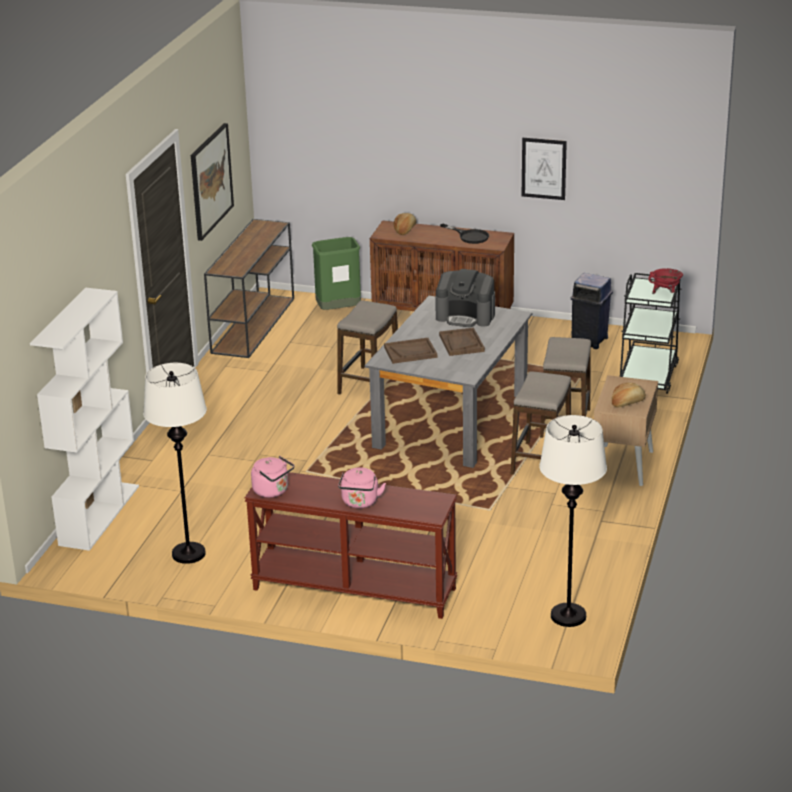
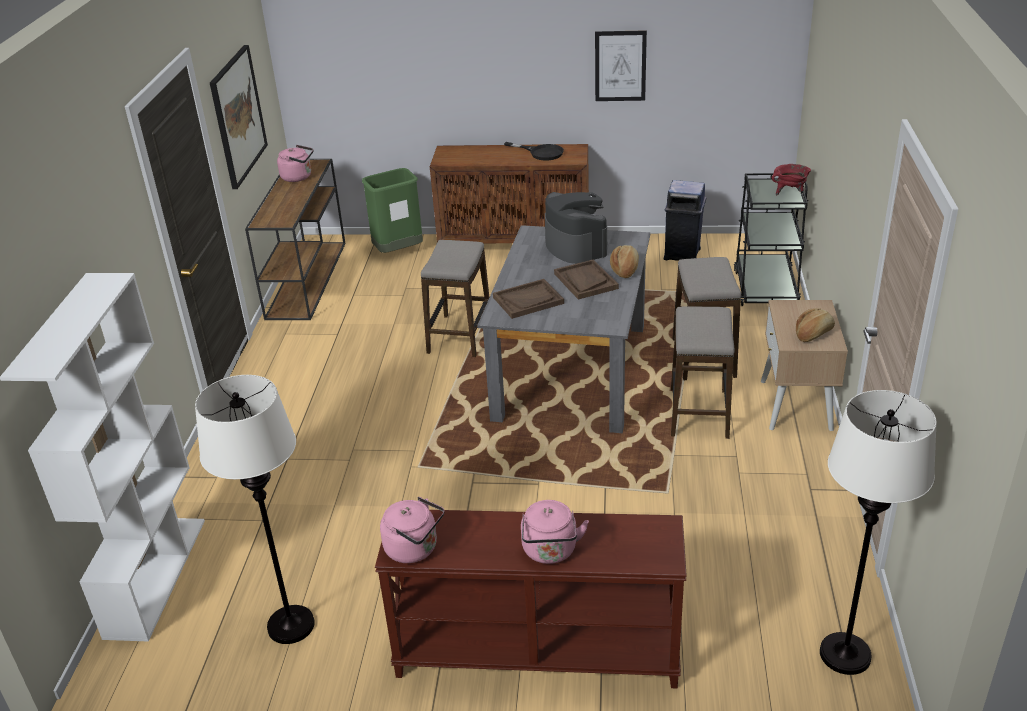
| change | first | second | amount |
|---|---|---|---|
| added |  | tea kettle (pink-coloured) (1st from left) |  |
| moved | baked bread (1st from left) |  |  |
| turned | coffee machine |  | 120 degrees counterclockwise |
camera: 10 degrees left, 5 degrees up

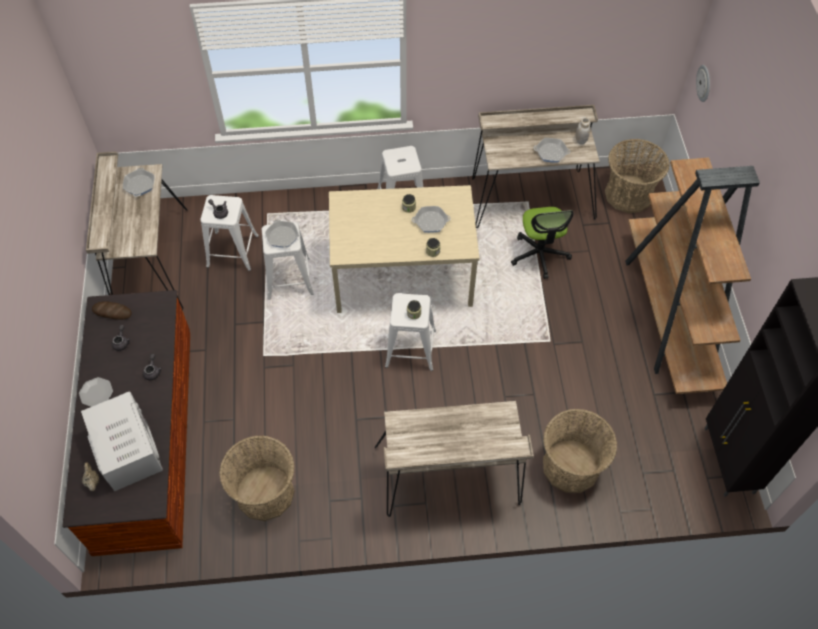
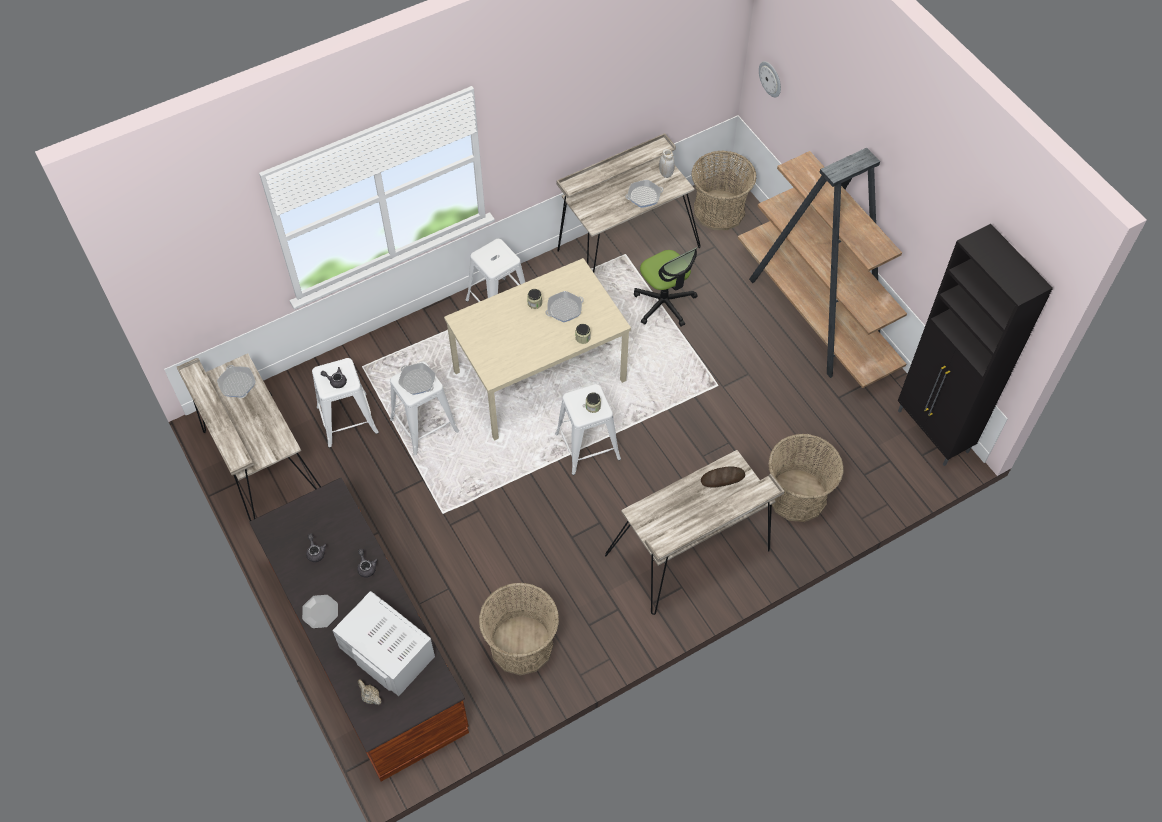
| change | first | second | amount |
|---|---|---|---|
| moved | baked bread |  |  |
camera: 25 degrees left, 0 degrees up

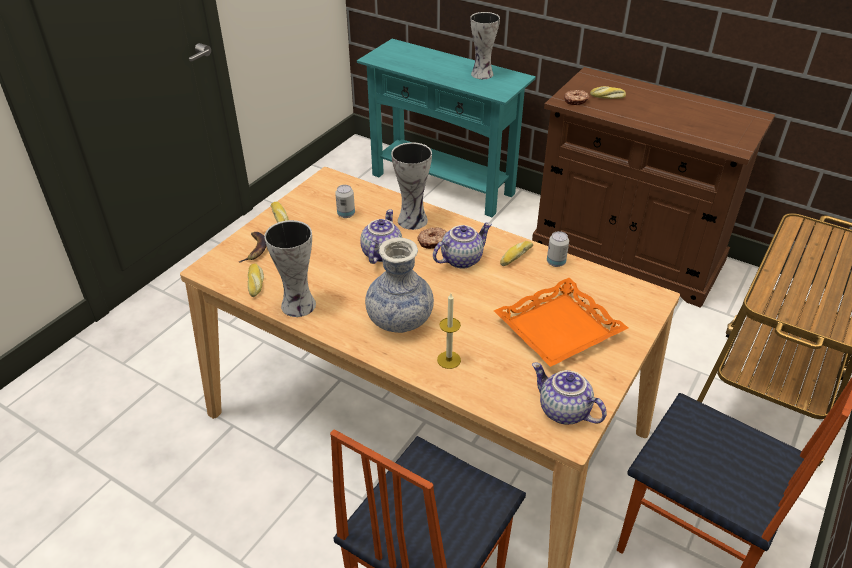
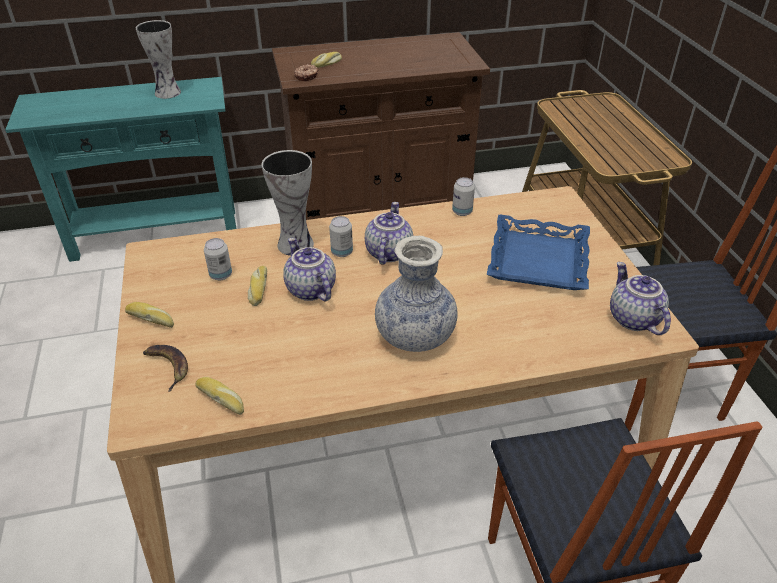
| change | first | second | amount |
|---|---|---|---|
| removed | vase (1st from left) |  |  |
| removed | wax candle |  |  |
| moved | baked bread (3rd from left) |  |  |
| replaced | ring doughnut (1st from left) | can (2nd from left) |  |
| recoloured | tray (orange) | tray (blue) |  |
| turned | pot for tea (3rd from left) |  | 75 degrees clockwise |
camera: 45 degrees left, 0 degrees up

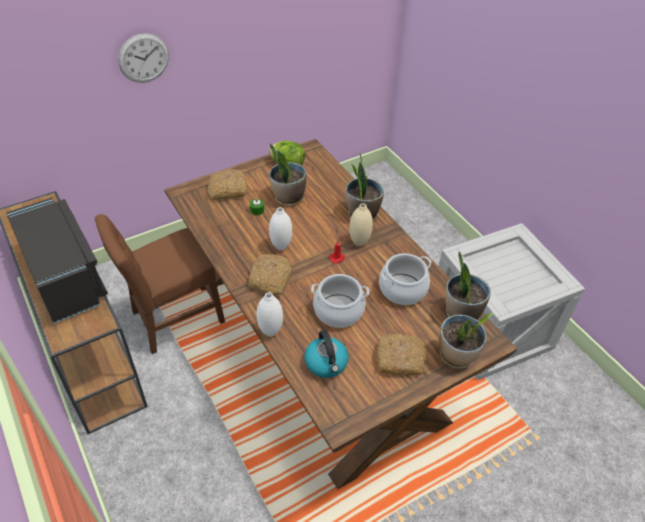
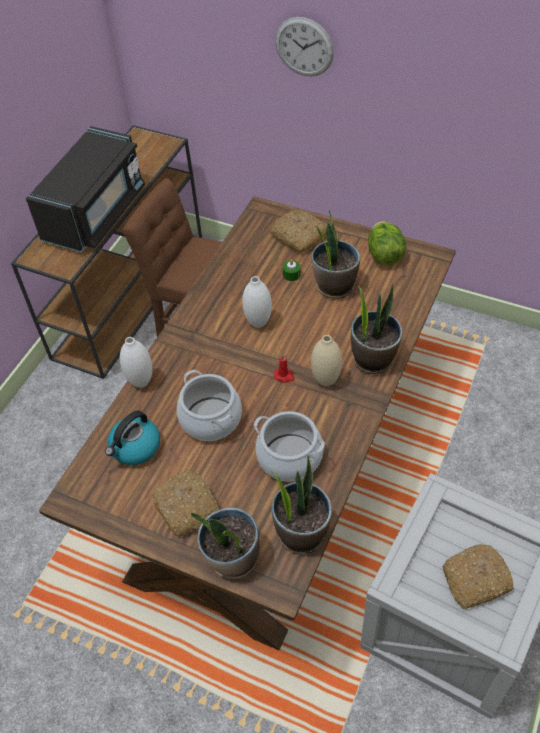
| change | first | second | amount |
|---|---|---|---|
| moved | baked bread (2nd from left in the first image) | baked bread (3rd from left) |  |
camera: 60 degrees right, 5 degrees up

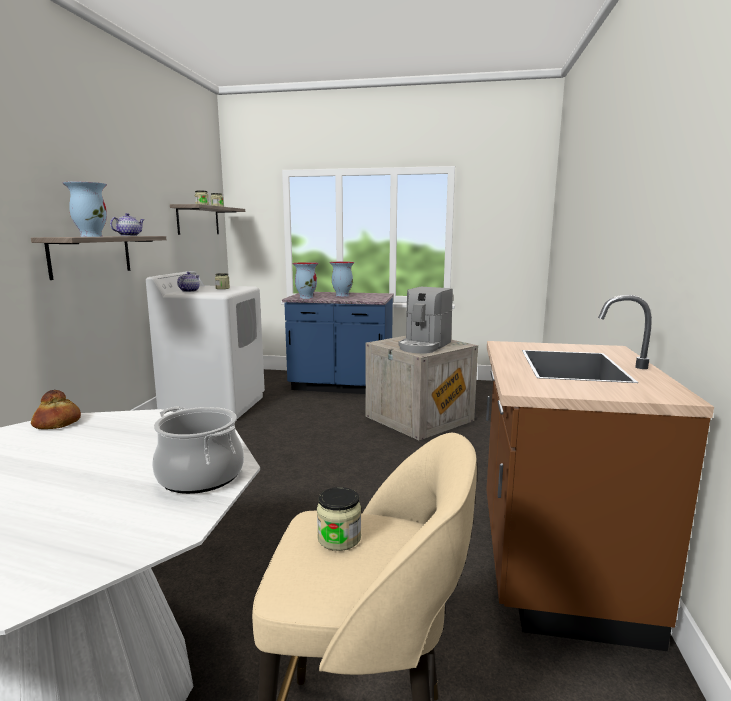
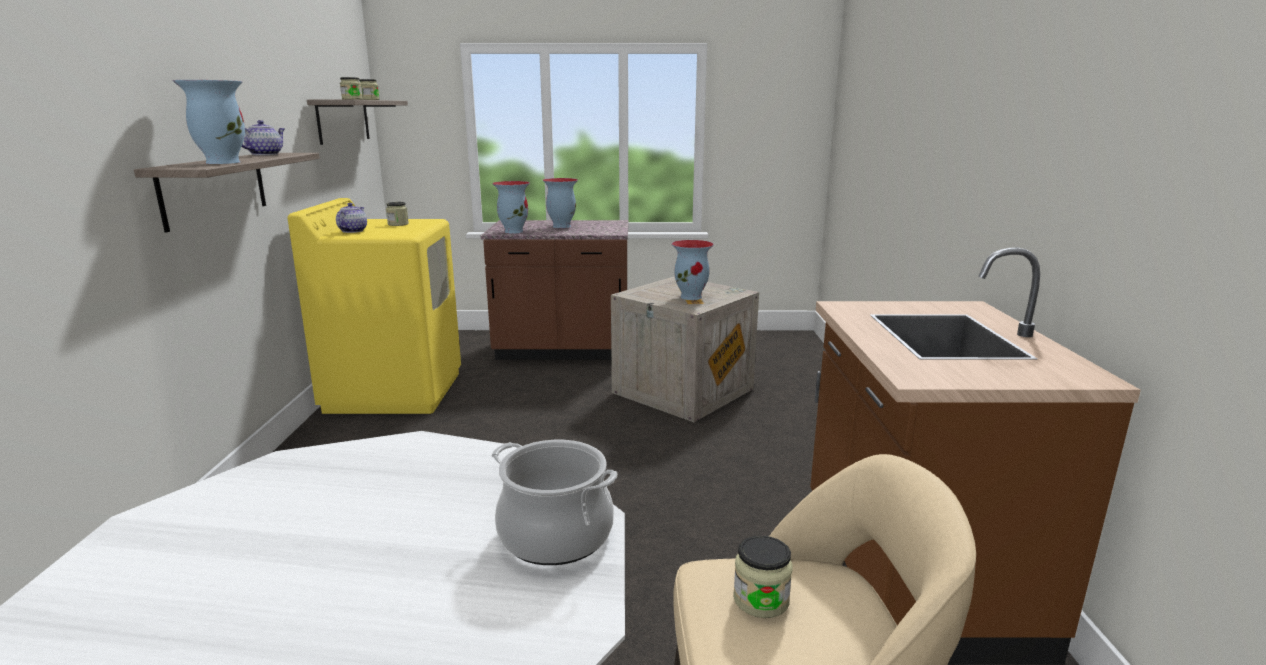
| change | first | second | amount |
|---|---|---|---|
| removed | baked bread |  |  |
| replaced | coffee machine | vase (4th from left) |  |
| recoloured | laundry appliance (white) | laundry appliance (yellowish) |  |
| recoloured | counter (blue) | counter (brown-coloured) (1st from left) |  |
camera: 10 degrees left, 5 degrees up

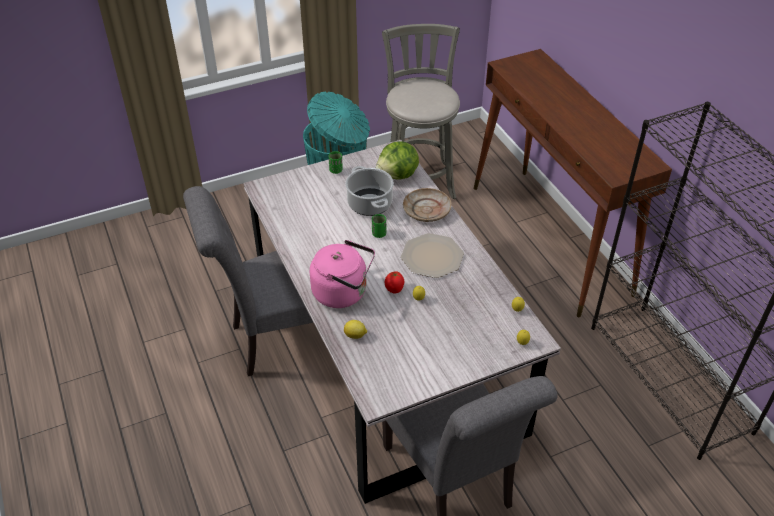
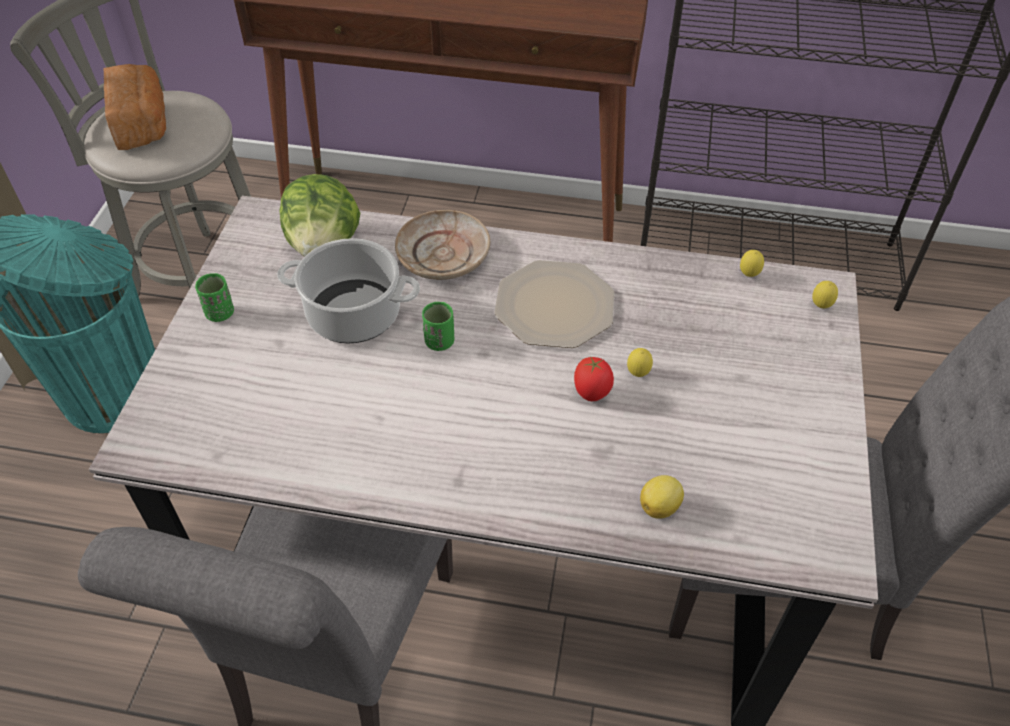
| change | first | second | amount |
|---|---|---|---|
| removed | tea kettle (pink-coloured) |  |  |
| added |  | baked bread |  |
camera: 55 degrees left, 5 degrees up

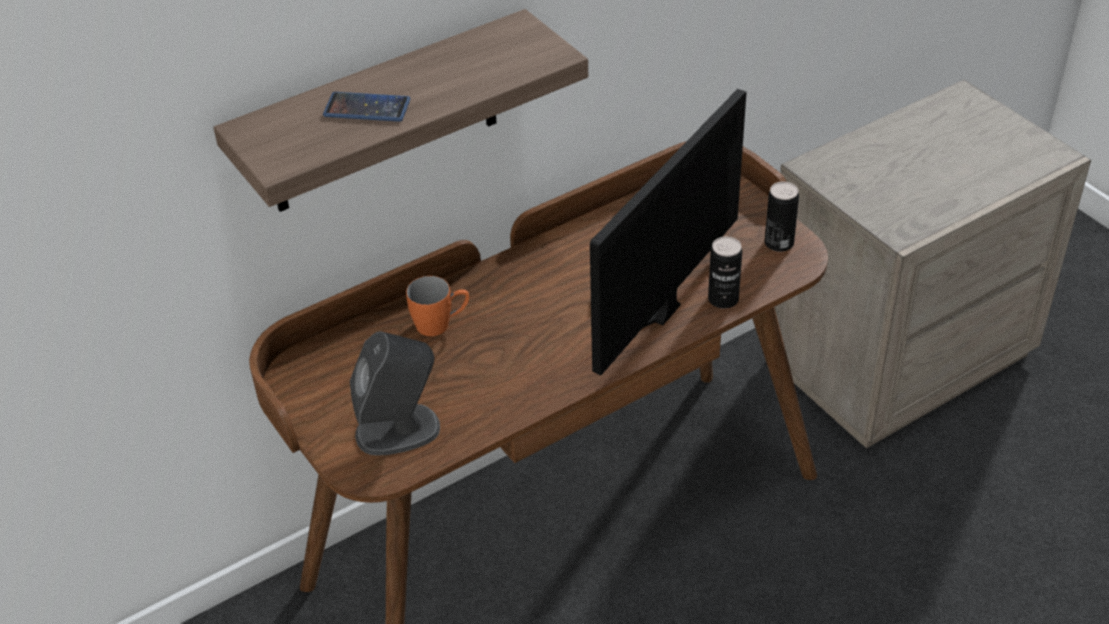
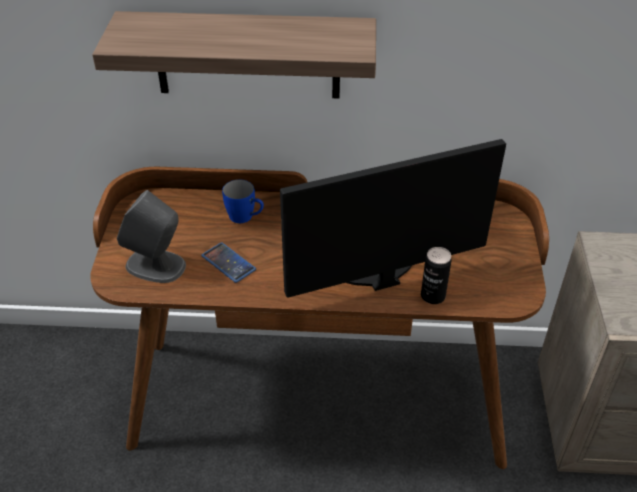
| change | first | second | amount |
|---|---|---|---|
| removed | can (2nd from left) |  |  |
| moved | handset |  |  |
| recoloured | tea mug (orange) | tea mug (blue) |  |
camera: 35 degrees right, 0 degrees up

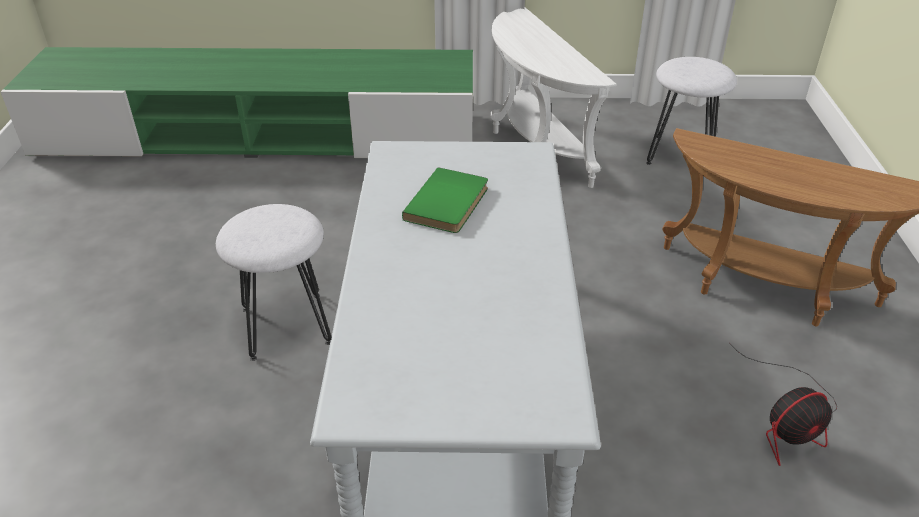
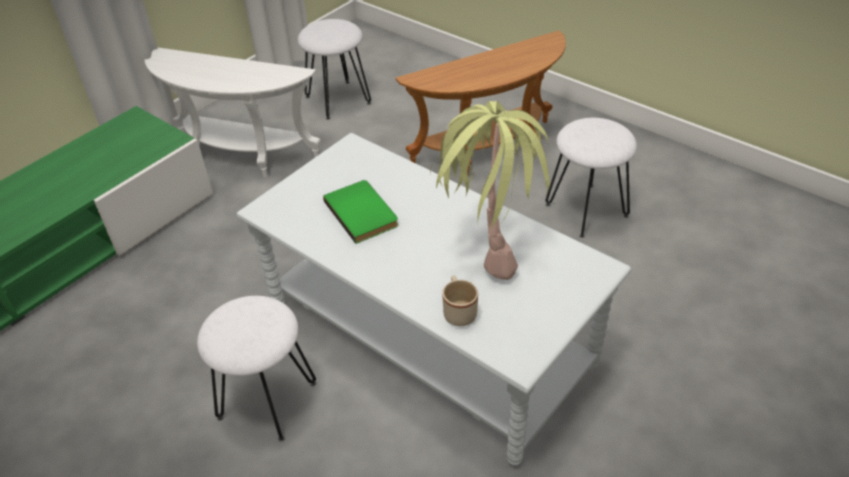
| change | first | second | amount |
|---|---|---|---|
| added |  | houseplant |  |
| added |  | tea mug (beige) |  |
| replaced | fan | sitting stool (white) (3rd from left) |  |
camera: 50 degrees left, 5 degrees up

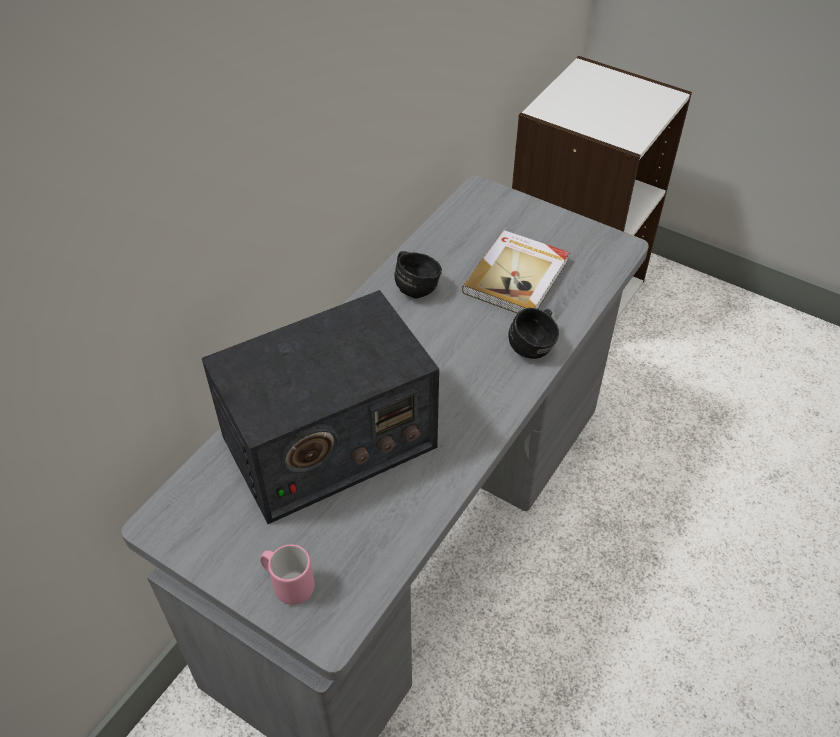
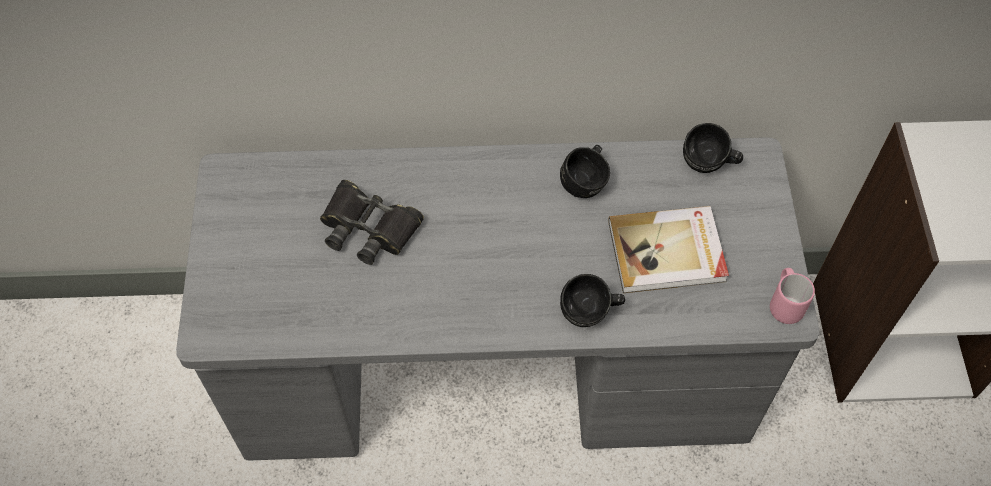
| change | first | second | amount |
|---|---|---|---|
| added |  | tea mug (black-coloured) (3rd from left) |  |
| moved | tea mug (pink-coloured) |  |  |
| replaced | radio | field glasses (black-coloured) |  |
camera: 55 degrees right, 10 degrees up

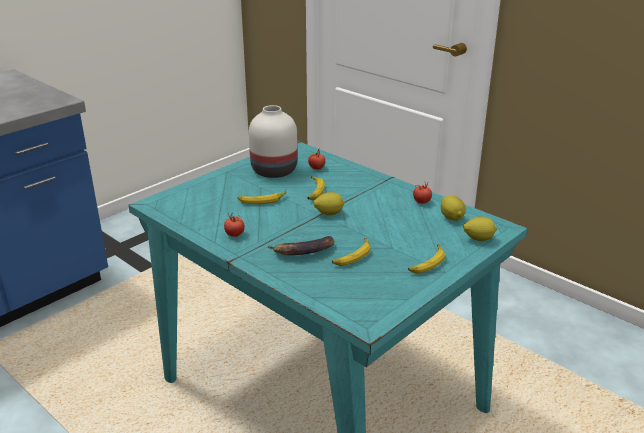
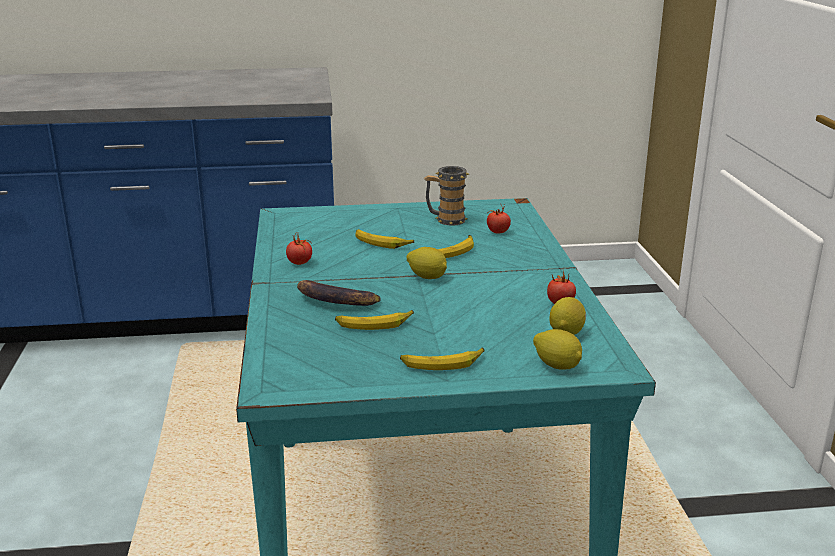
| change | first | second | amount |
|---|---|---|---|
| replaced | vase (white) | tea mug |  |
camera: 40 degrees right, 5 degrees down

